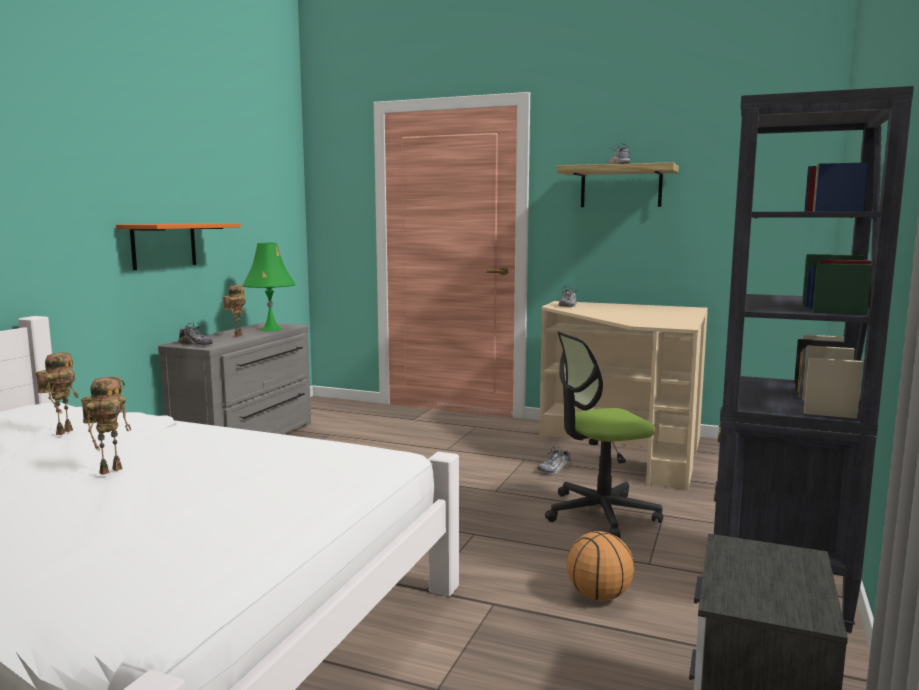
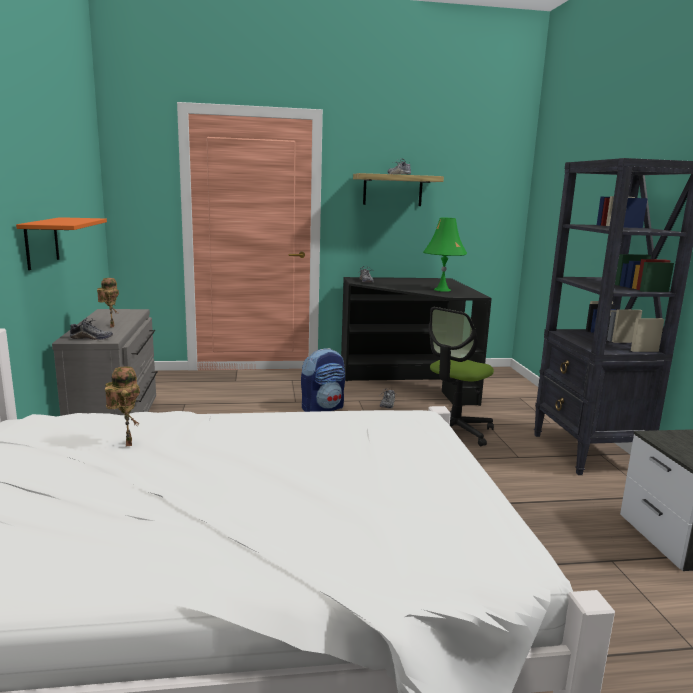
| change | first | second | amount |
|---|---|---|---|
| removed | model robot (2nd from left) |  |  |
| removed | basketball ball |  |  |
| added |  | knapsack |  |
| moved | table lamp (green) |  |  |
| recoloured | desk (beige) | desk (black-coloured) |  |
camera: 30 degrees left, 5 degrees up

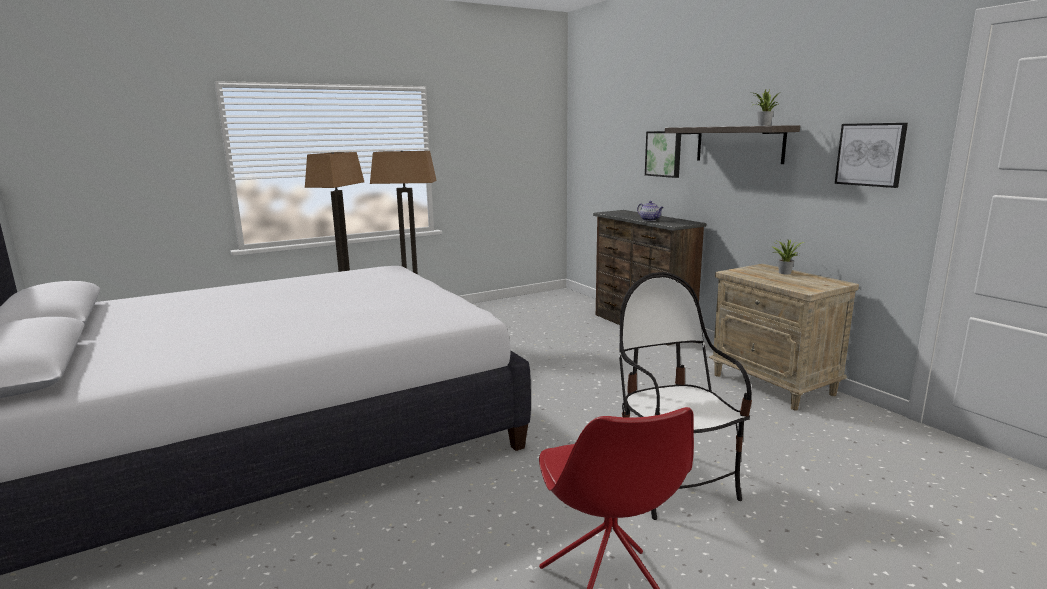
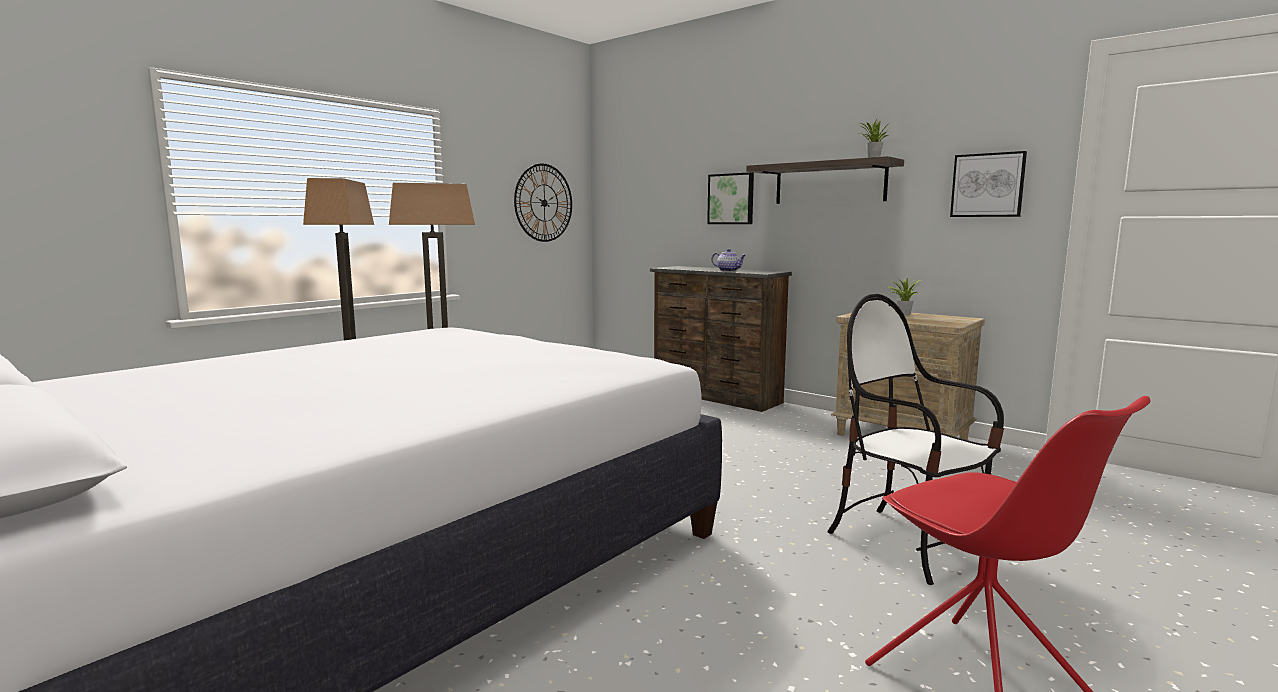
| change | first | second | amount |
|---|---|---|---|
| added |  | wall clock |  |
camera: 20 degrees left, 5 degrees down

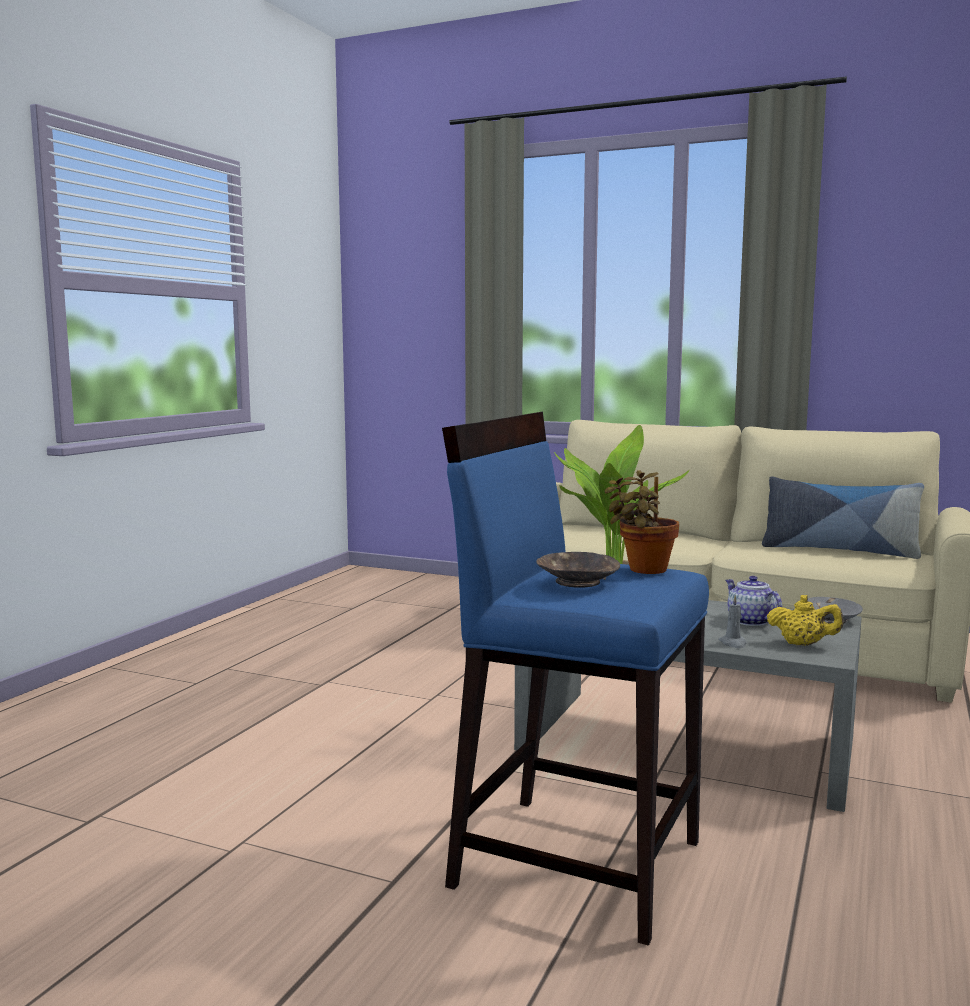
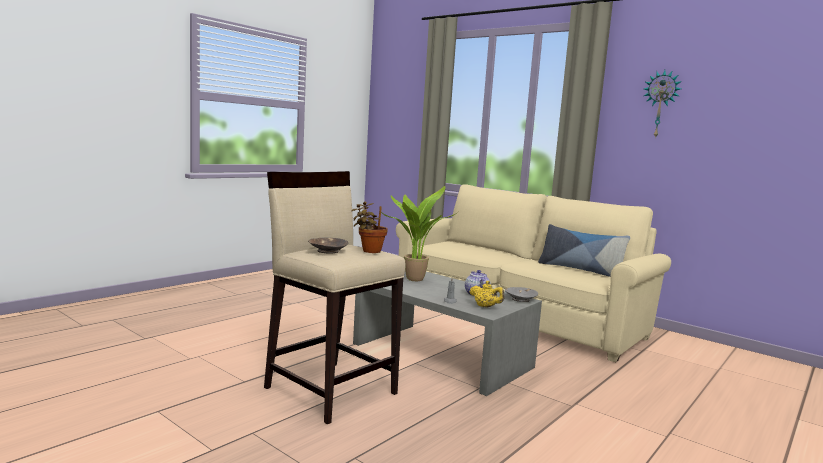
| change | first | second | amount |
|---|---|---|---|
| added |  | wall clock |  |
| recoloured | sitting stool (blue) | sitting stool (beige) |  |
camera: 15 degrees right, 0 degrees up

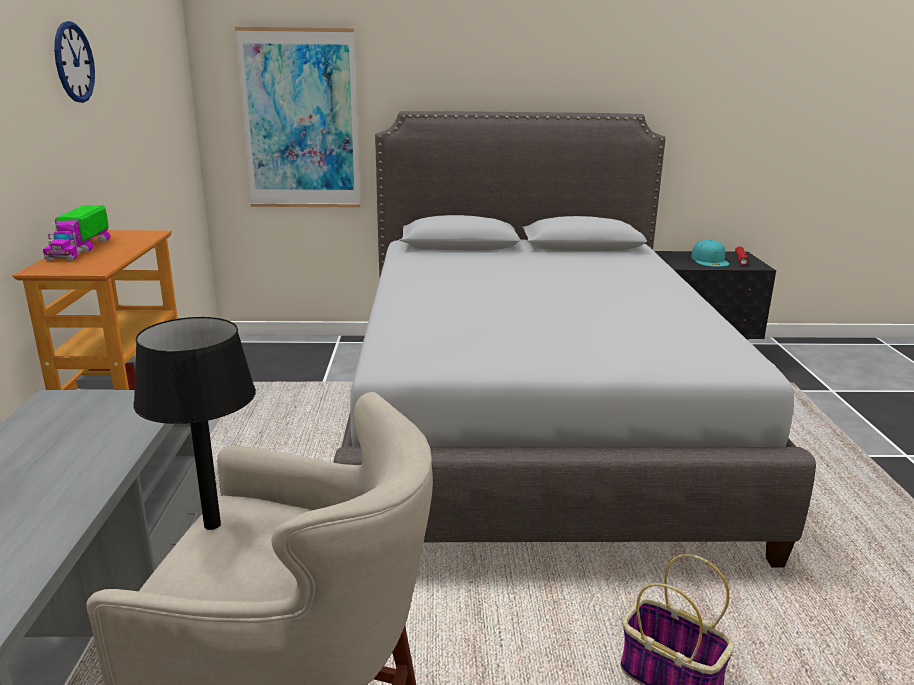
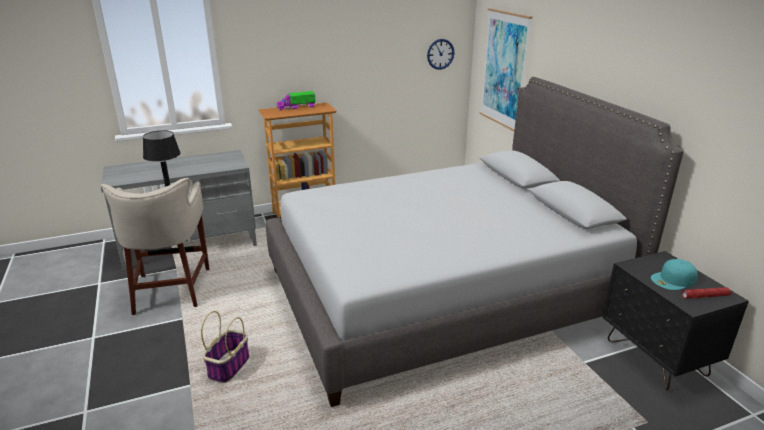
| change | first | second | amount |
|---|---|---|---|
| moved | wall clock |  |  |
camera: 70 degrees right, 5 degrees up

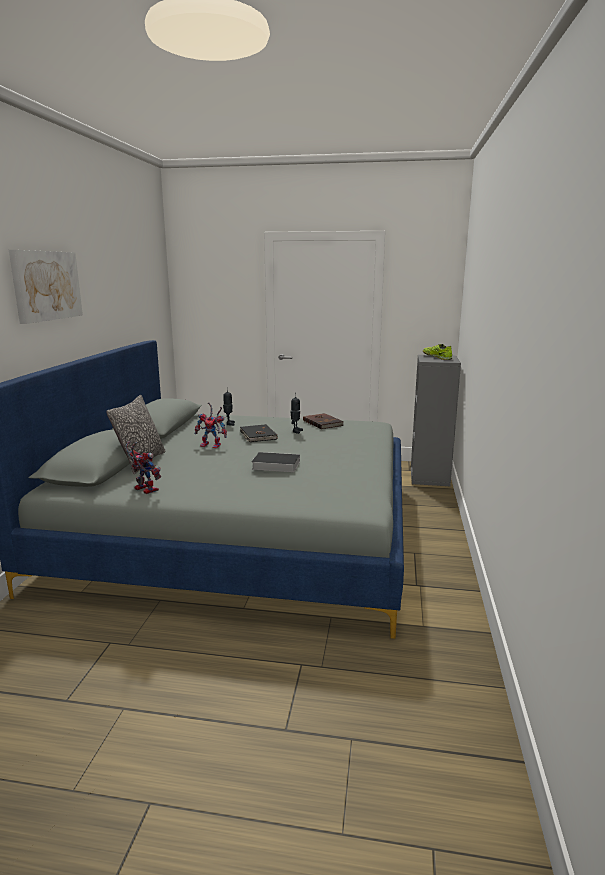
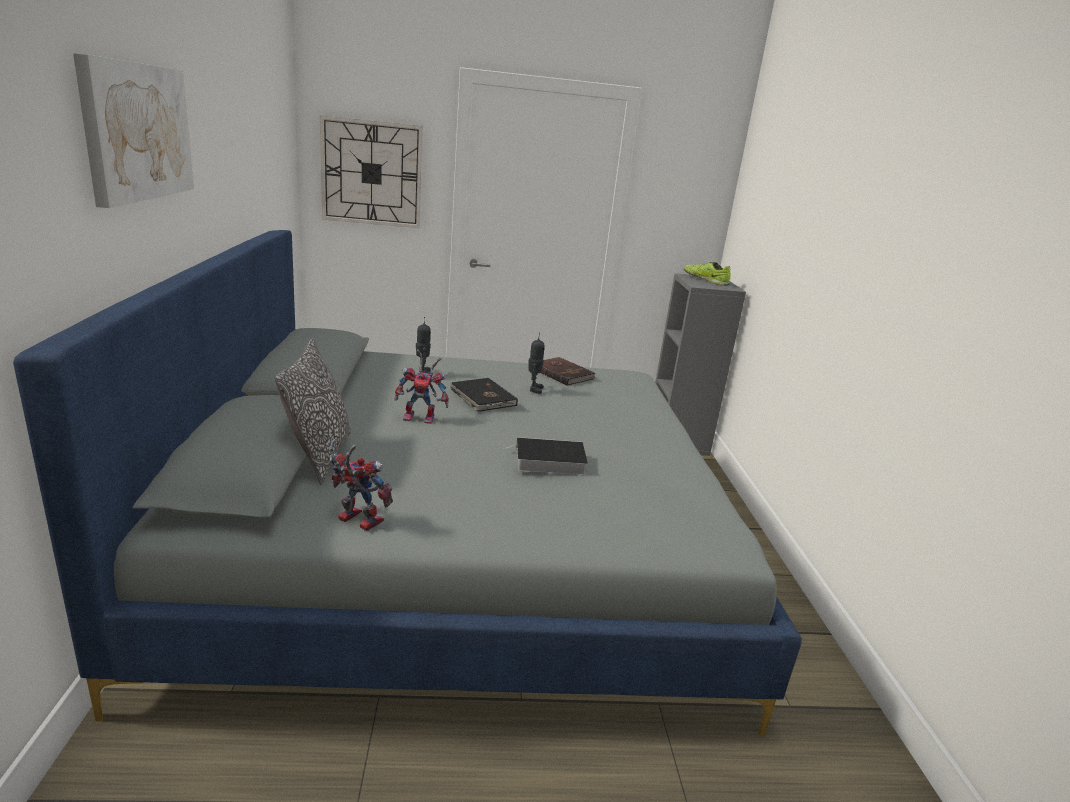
| change | first | second | amount |
|---|---|---|---|
| added |  | wall clock |  |
camera: 15 degrees left, 5 degrees up

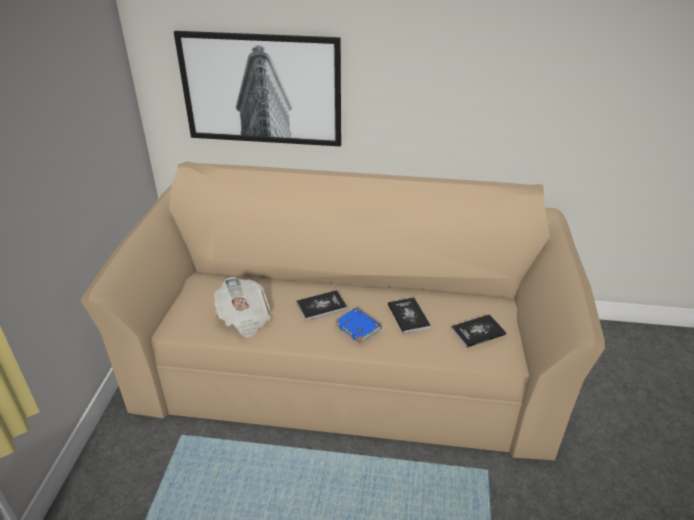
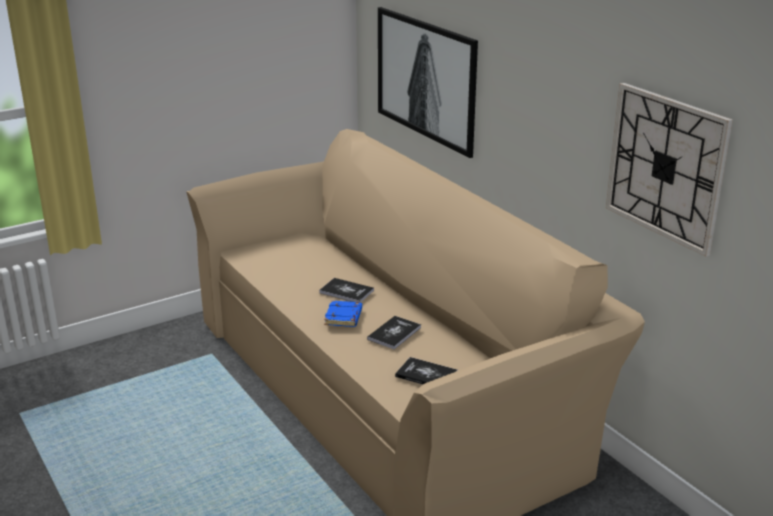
| change | first | second | amount |
|---|---|---|---|
| removed | printed paper |  |  |
| added |  | wall clock |  |
camera: 50 degrees right, 10 degrees down

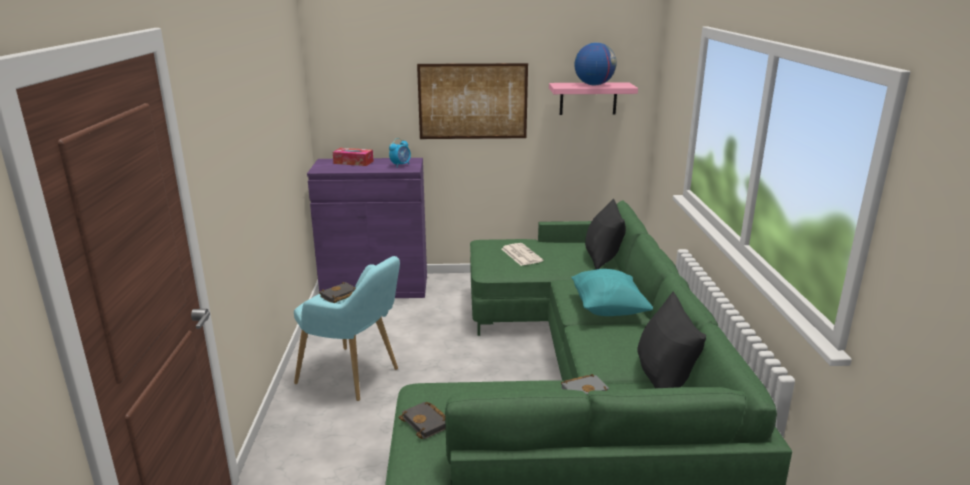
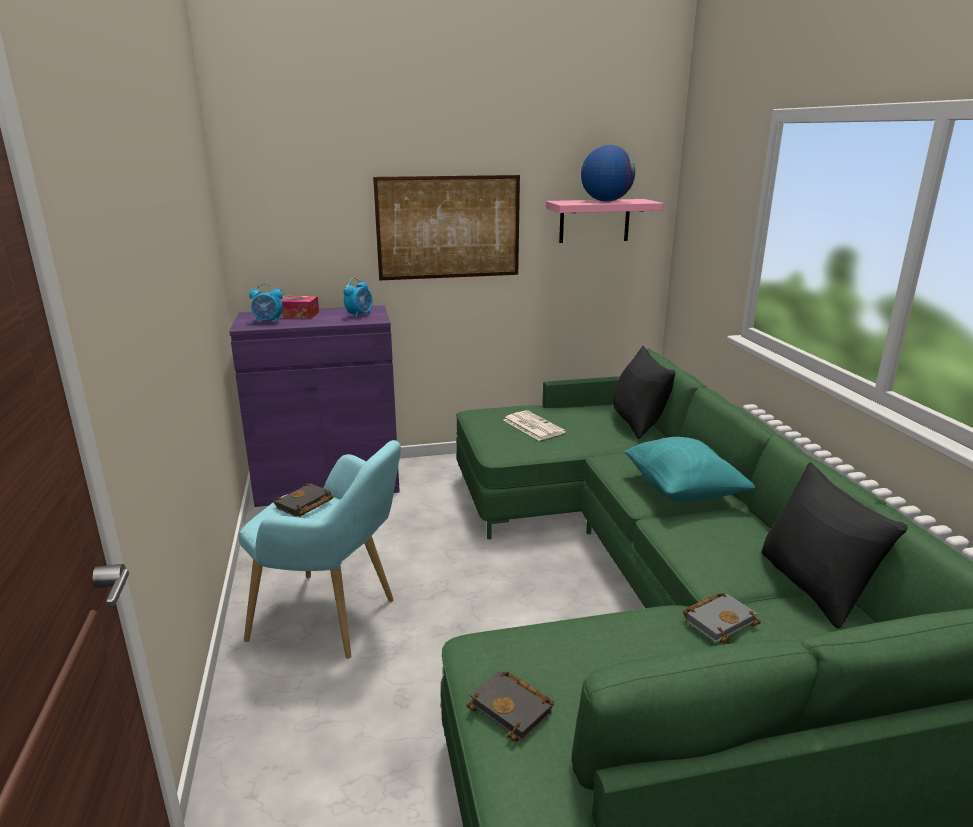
| change | first | second | amount |
|---|---|---|---|
| added |  | alarm clock (1st from left) |  |
camera: 10 degrees left, 0 degrees up

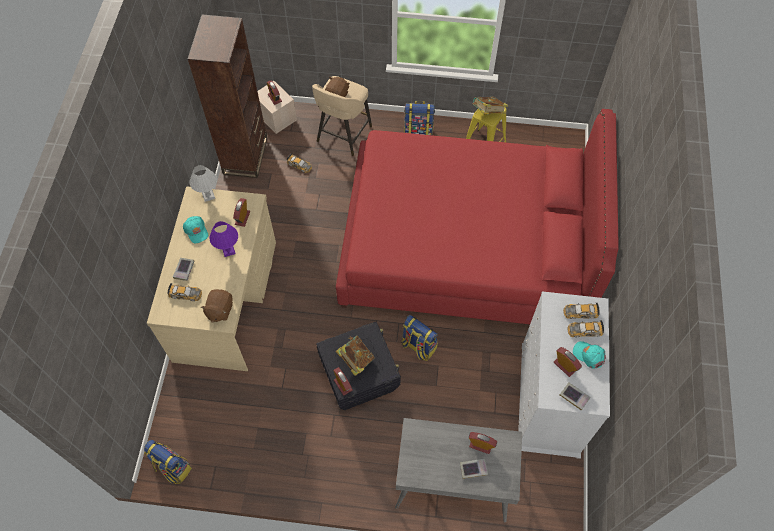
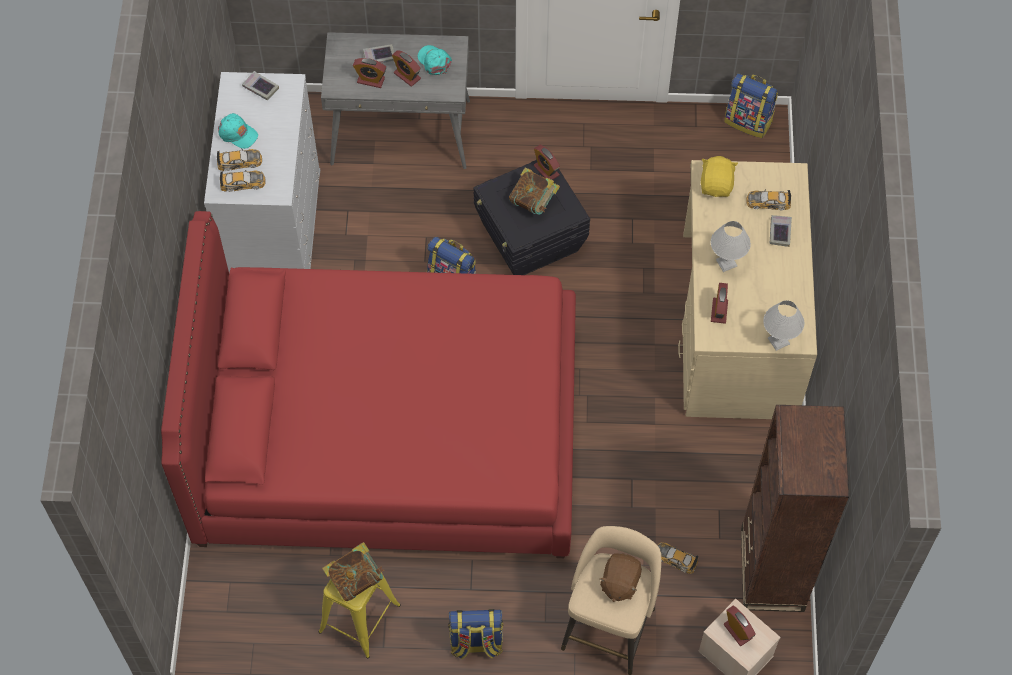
| change | first | second | amount |
|---|---|---|---|
| moved | peaked cap (turquoise-coloured) (1st from left in the first image) | peaked cap (turquoise-coloured) (2nd from left) |  |
| moved | alarm clock (5th from left in the first image) | alarm clock (2nd from left) |  |
| recoloured | cuddly toy (brown-coloured) (1st from left) | cuddly toy (yellowish) |  |
| recoloured | table lamp (purple) | table lamp (white) (1st from left) |  |
camera: 175 degrees right, 0 degrees up

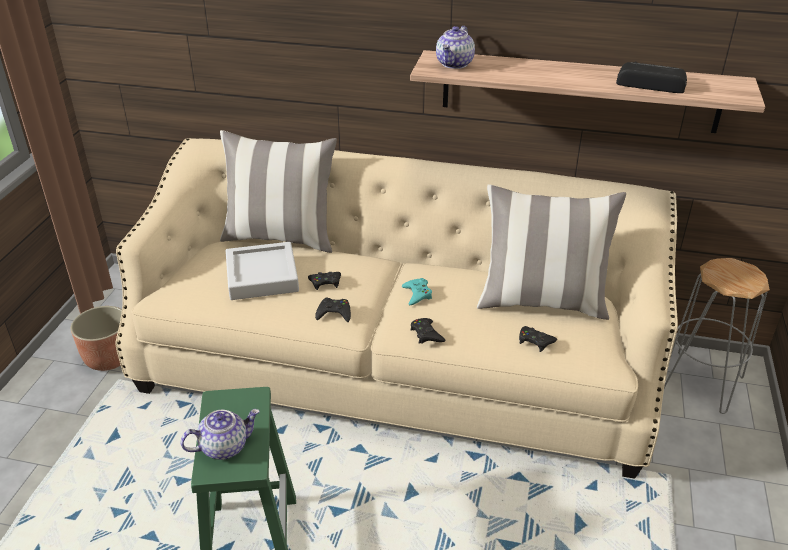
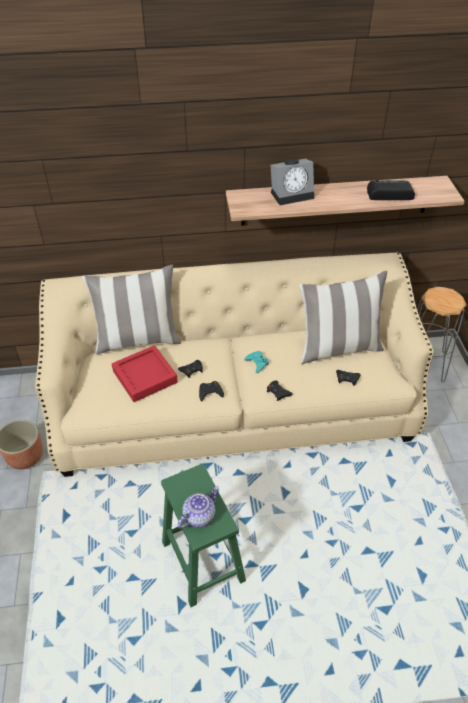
| change | first | second | amount |
|---|---|---|---|
| removed | pot for tea (2nd from left) |  |  |
| added |  | alarm clock |  |
| recoloured | tray (grey) | tray (red) |  |
camera: 20 degrees left, 10 degrees up

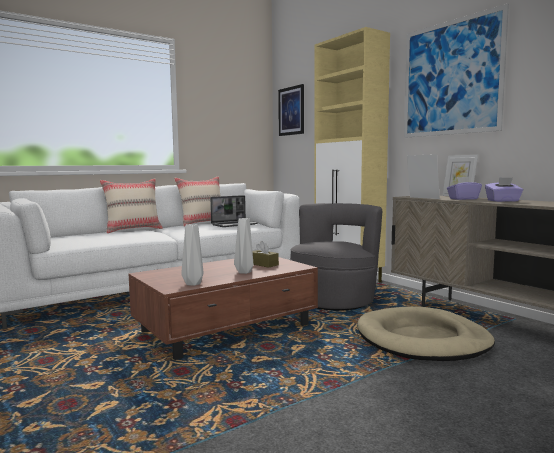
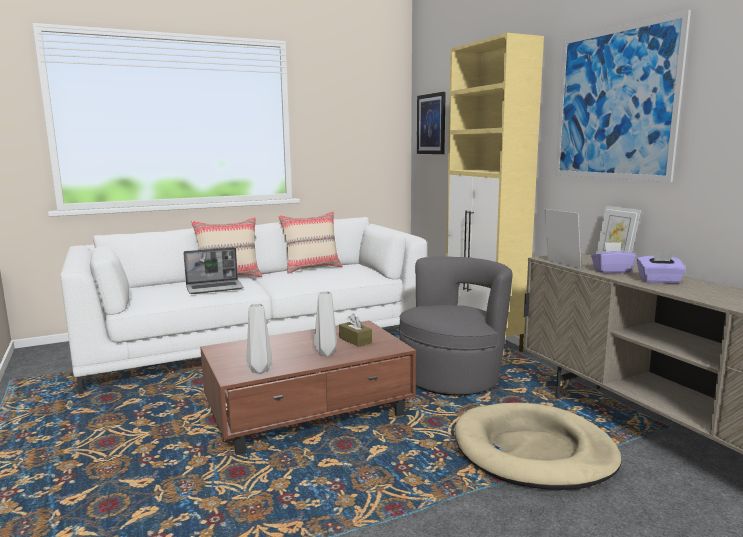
| change | first | second | amount |
|---|---|---|---|
| moved | portable computer |  |  |
camera: 10 degrees right, 5 degrees up

